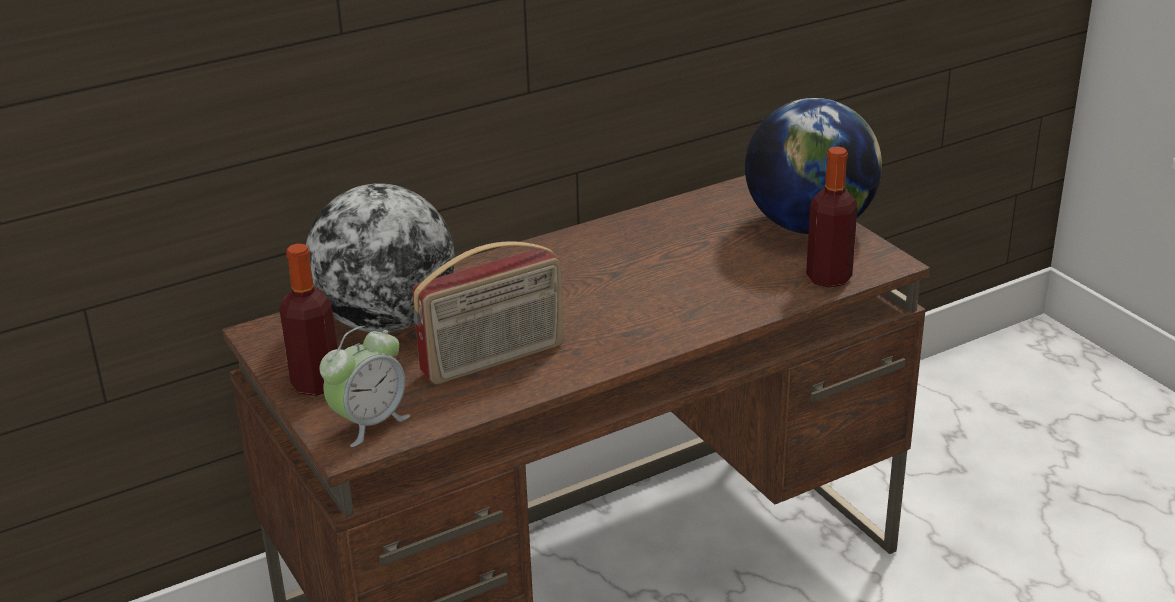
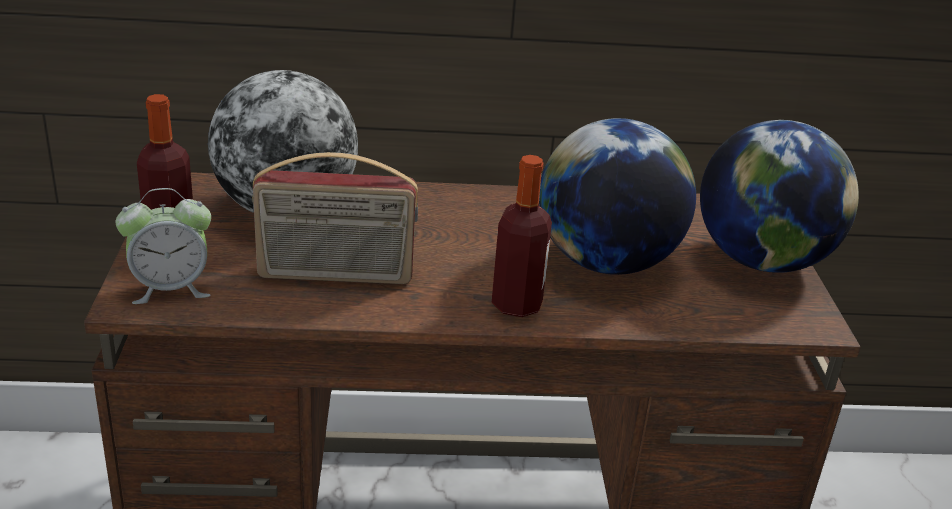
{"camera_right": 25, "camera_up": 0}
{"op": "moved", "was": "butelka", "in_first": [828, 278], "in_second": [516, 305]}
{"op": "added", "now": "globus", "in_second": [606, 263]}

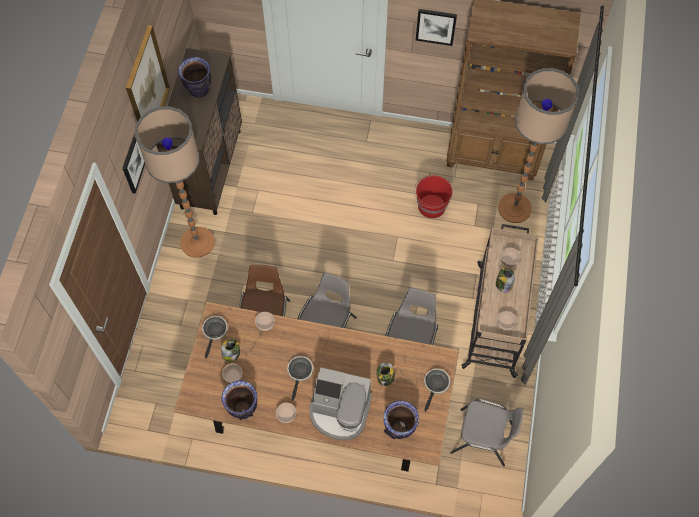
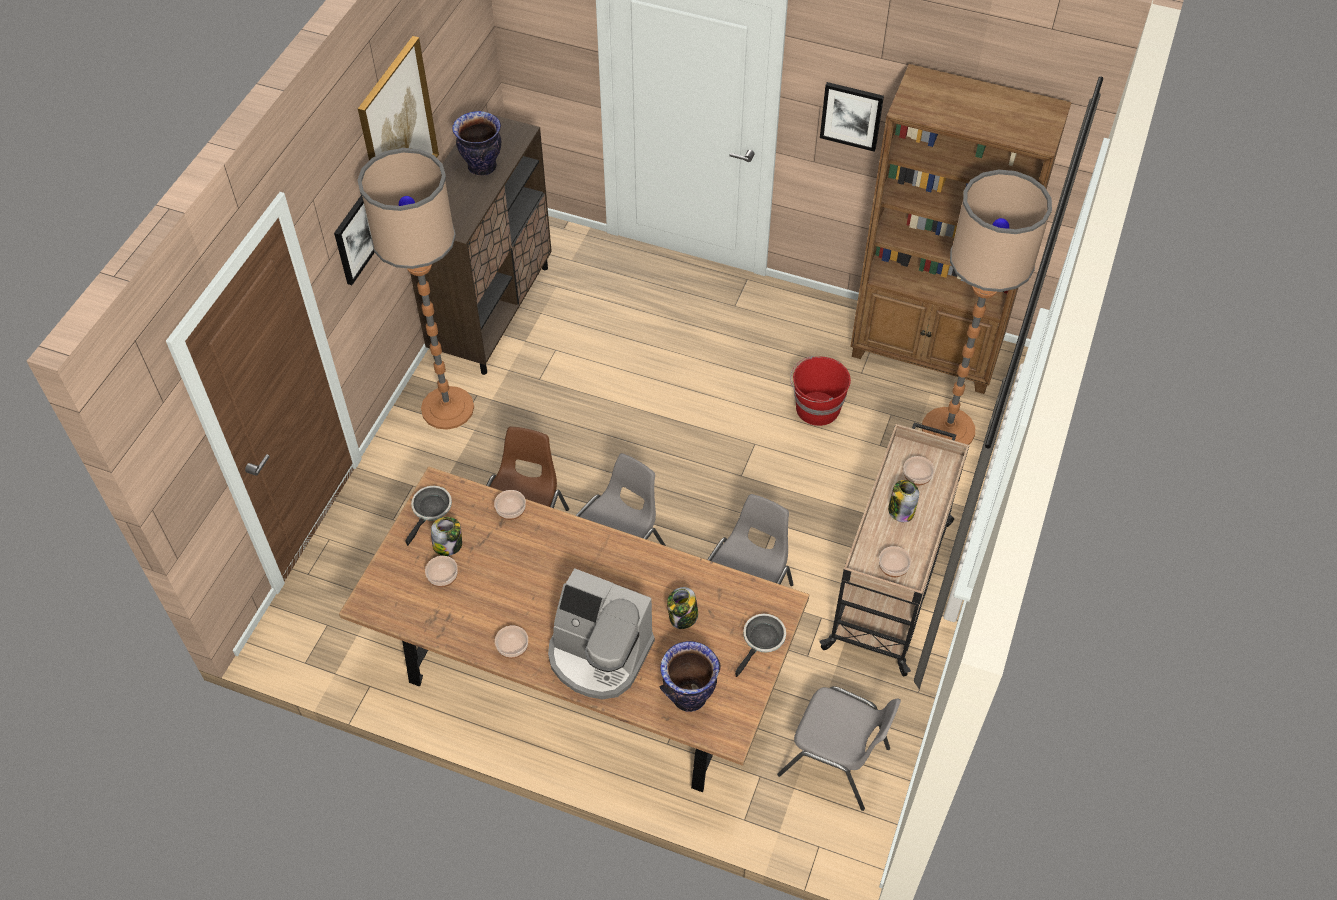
{"camera_right": 10, "camera_up": -10}
{"op": "removed", "was": "wazon", "in_first": [243, 409]}
{"op": "removed", "was": "patelnia", "in_first": [300, 372]}

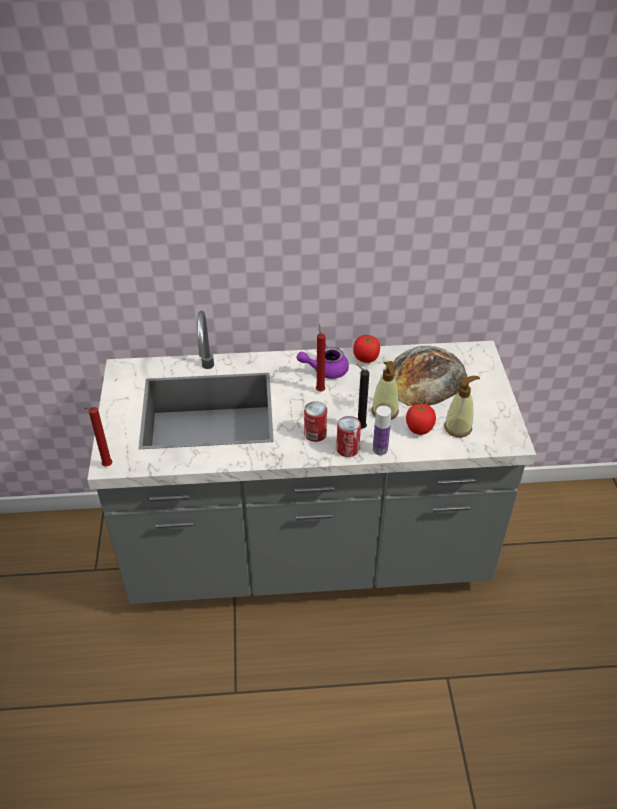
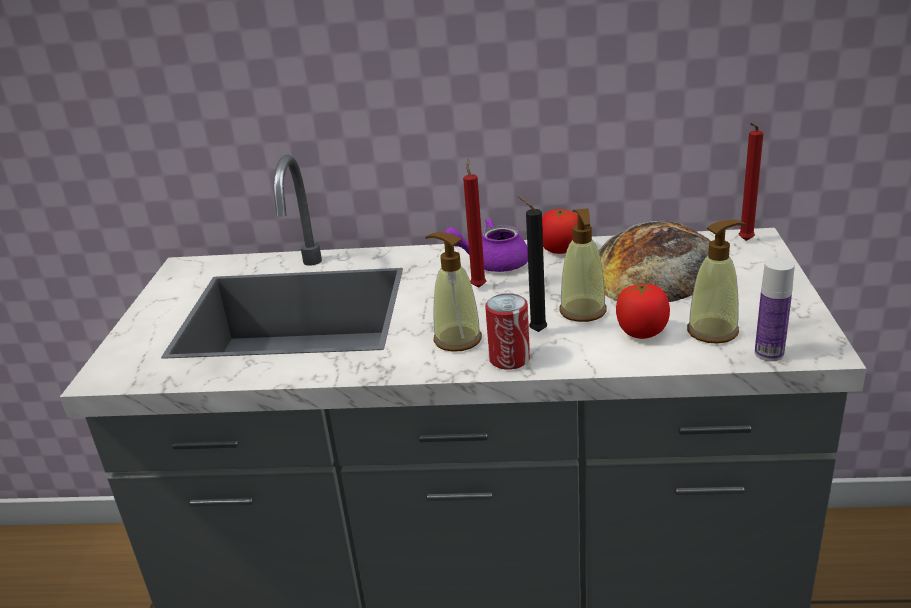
{"camera_right": 10, "camera_up": -15}
{"op": "moved", "was": "świeca (czerwony)", "in_first": [106, 466], "in_second": [744, 241]}
{"op": "replaced", "was": "puszka", "now": "dozownik mydła", "in_first": [315, 434], "in_second": [457, 339]}
{"op": "moved", "was": "butelka", "in_first": [380, 449], "in_second": [769, 353]}

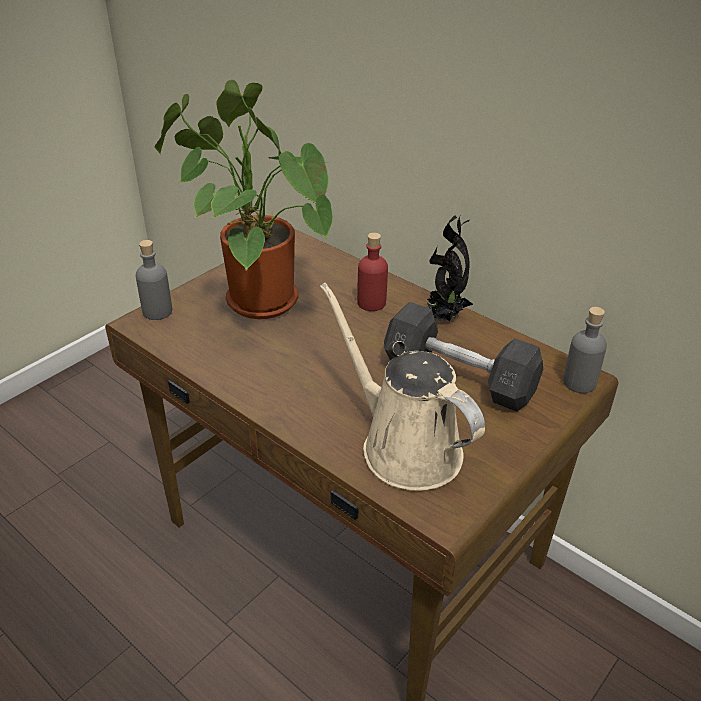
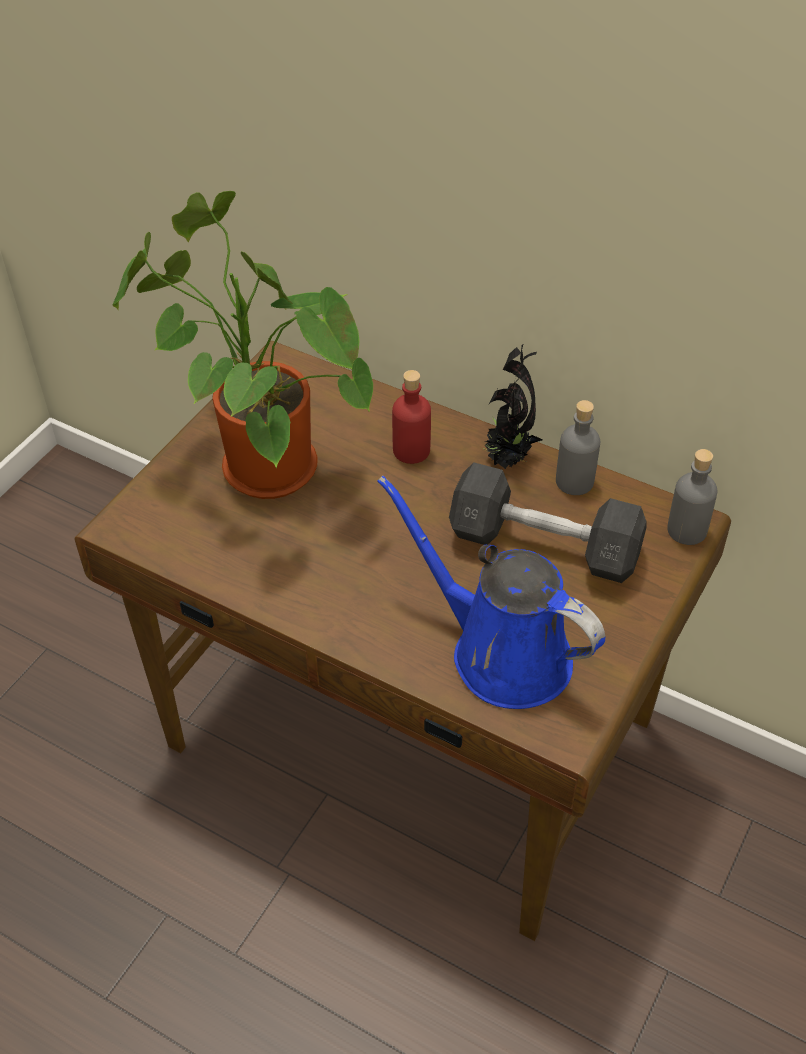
{"camera_right": -10, "camera_up": 10}
{"op": "moved", "was": "butelka (szary)", "in_first": [157, 311], "in_second": [574, 481]}
{"op": "recoloured", "was": "konewka (beżowy)", "now": "konewka (niebieski)", "in_first": [404, 446], "in_second": [501, 652]}

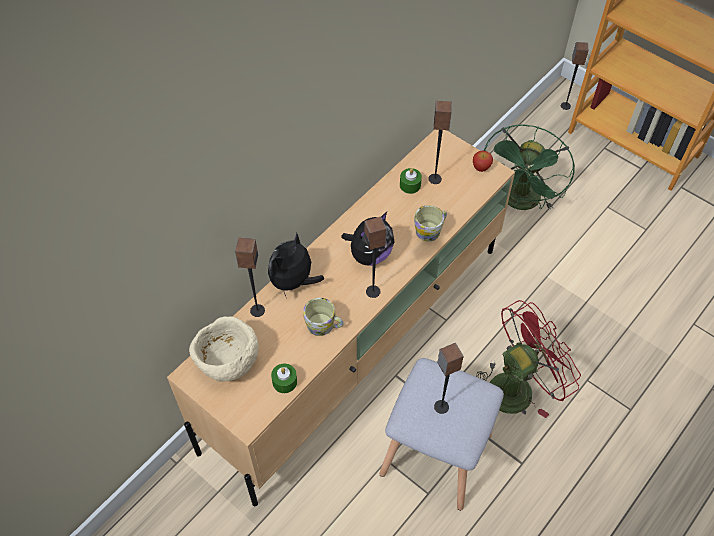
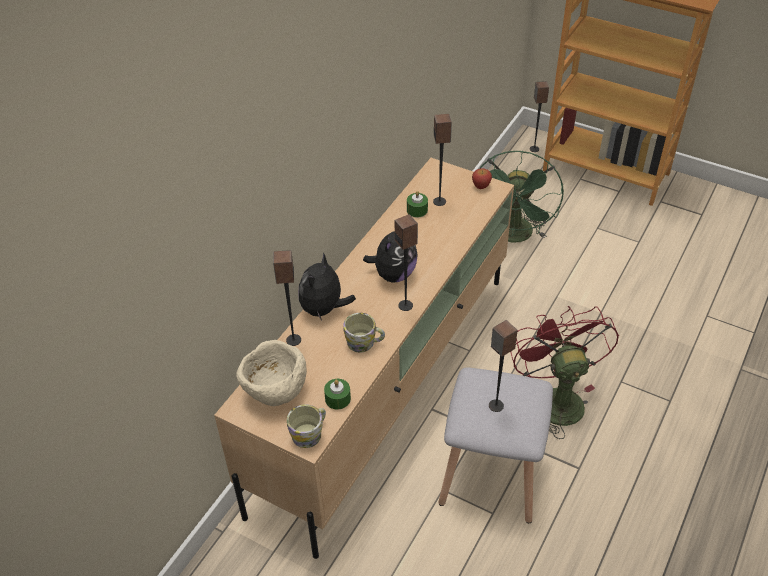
{"camera_right": -10, "camera_up": -10}
{"op": "moved", "was": "kubek", "in_first": [430, 230], "in_second": [310, 433]}
{"op": "turned", "was": "wentylator (czerwony)", "in_first": [517, 386], "in_second": [555, 398], "clockwise": -60}

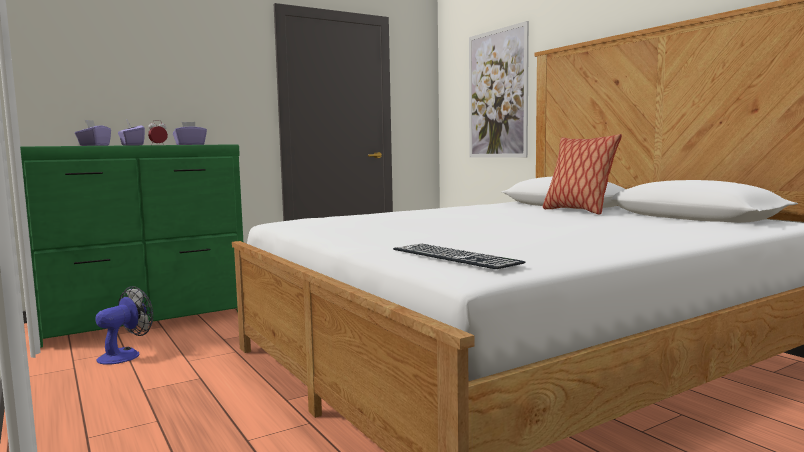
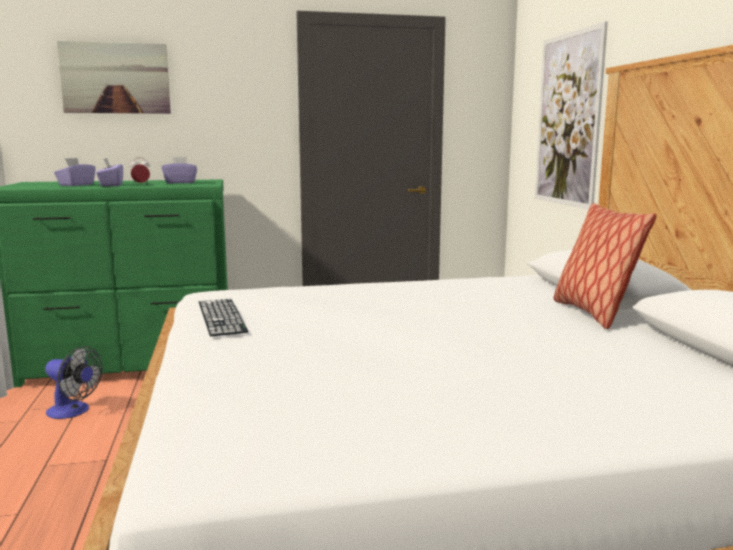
{"camera_right": 20, "camera_up": 5}
{"op": "turned", "was": "wentylator", "in_first": [125, 355], "in_second": [73, 411], "clockwise": 60}
{"op": "moved", "was": "klawiatura", "in_first": [454, 256], "in_second": [221, 316]}
{"op": "added", "now": "obraz", "in_second": [115, 78]}

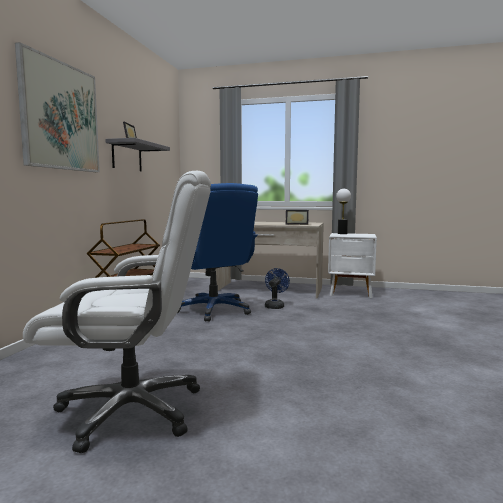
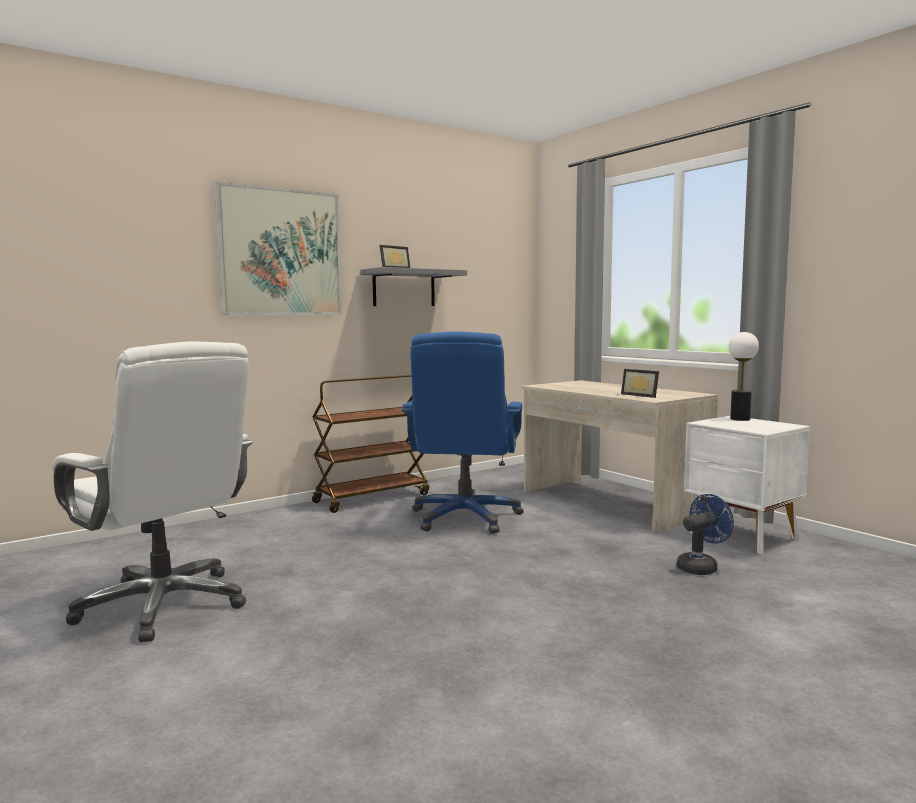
{"camera_right": 40, "camera_up": 0}
{"op": "moved", "was": "wentylator (niebieski)", "in_first": [275, 306], "in_second": [701, 567]}

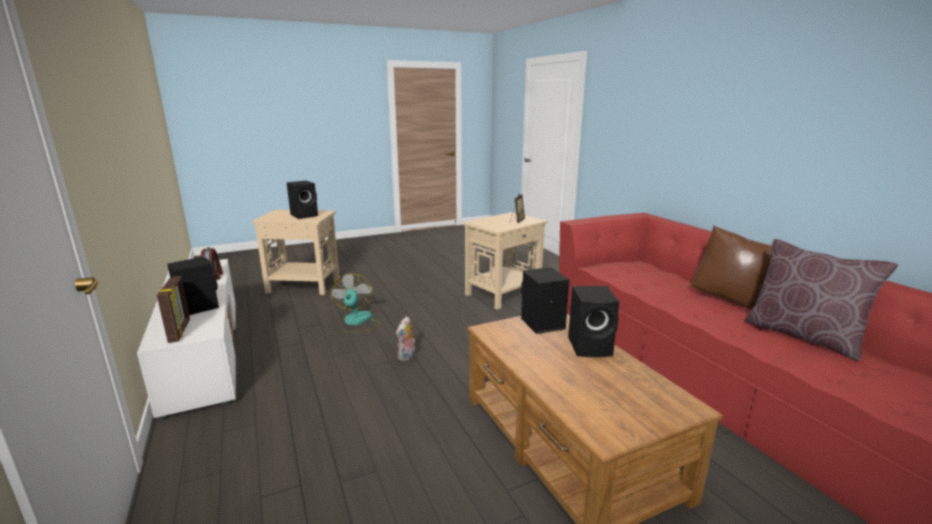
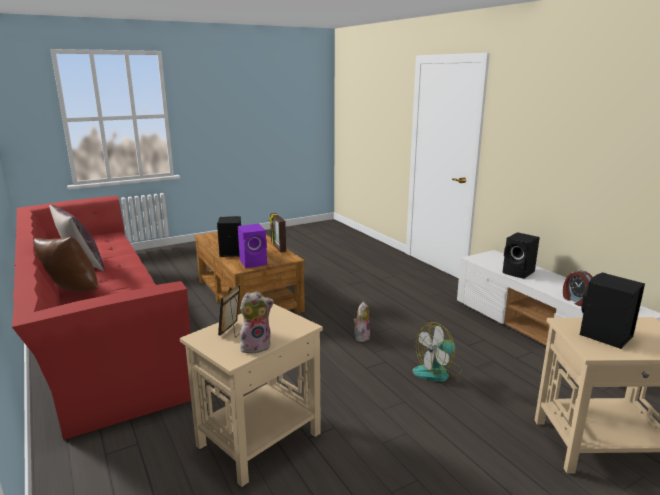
{"camera_right": 175, "camera_up": 0}
{"op": "moved", "was": "ramka na zdjęcie", "in_first": [180, 331], "in_second": [278, 248]}
{"op": "turned", "was": "wentylator", "in_first": [357, 322], "in_second": [438, 372], "clockwise": 75}
{"op": "recoloured", "was": "głośnik (czarny)", "now": "głośnik (fioletowy)", "in_first": [541, 324], "in_second": [254, 262]}
{"op": "added", "now": "pluszak", "in_second": [256, 346]}

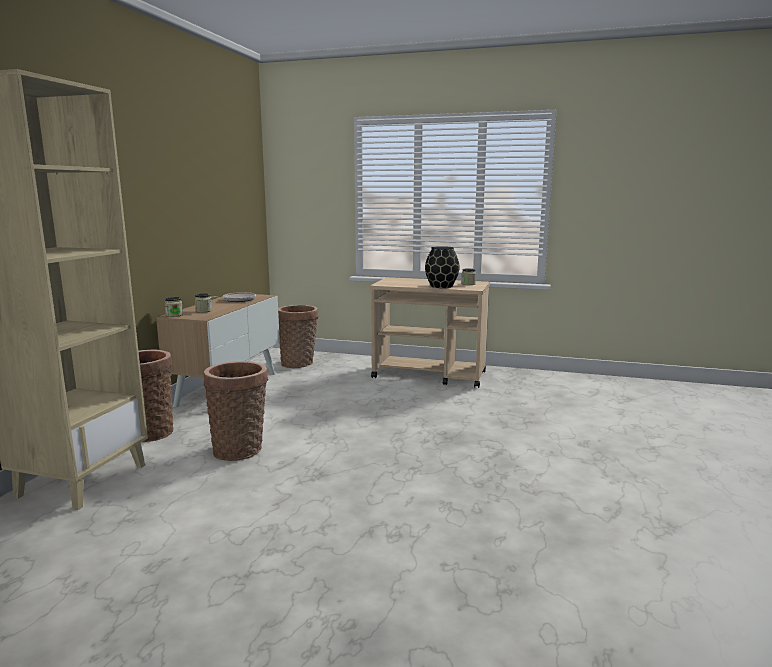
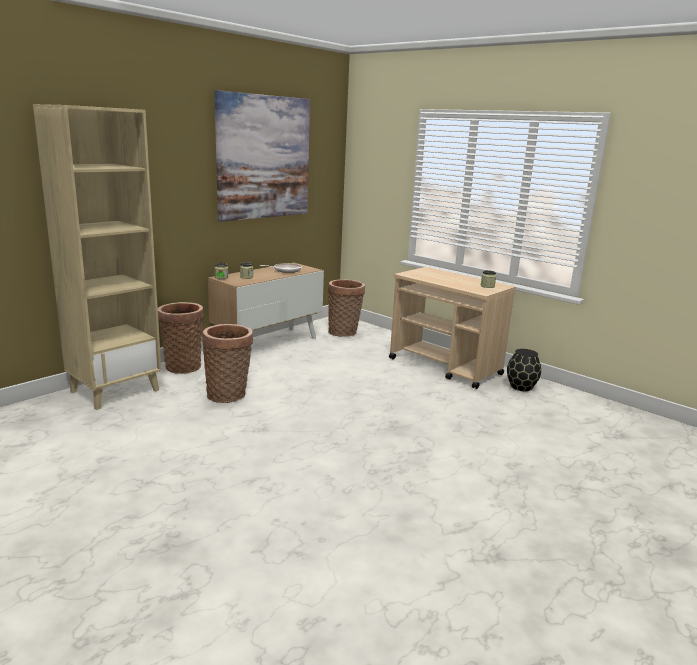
{"camera_right": 25, "camera_up": 5}
{"op": "moved", "was": "wazon (czarny)", "in_first": [441, 286], "in_second": [520, 387]}
{"op": "added", "now": "obraz", "in_second": [264, 157]}

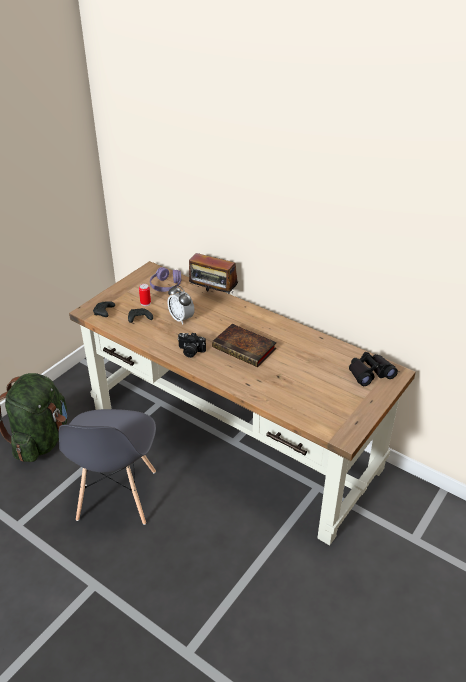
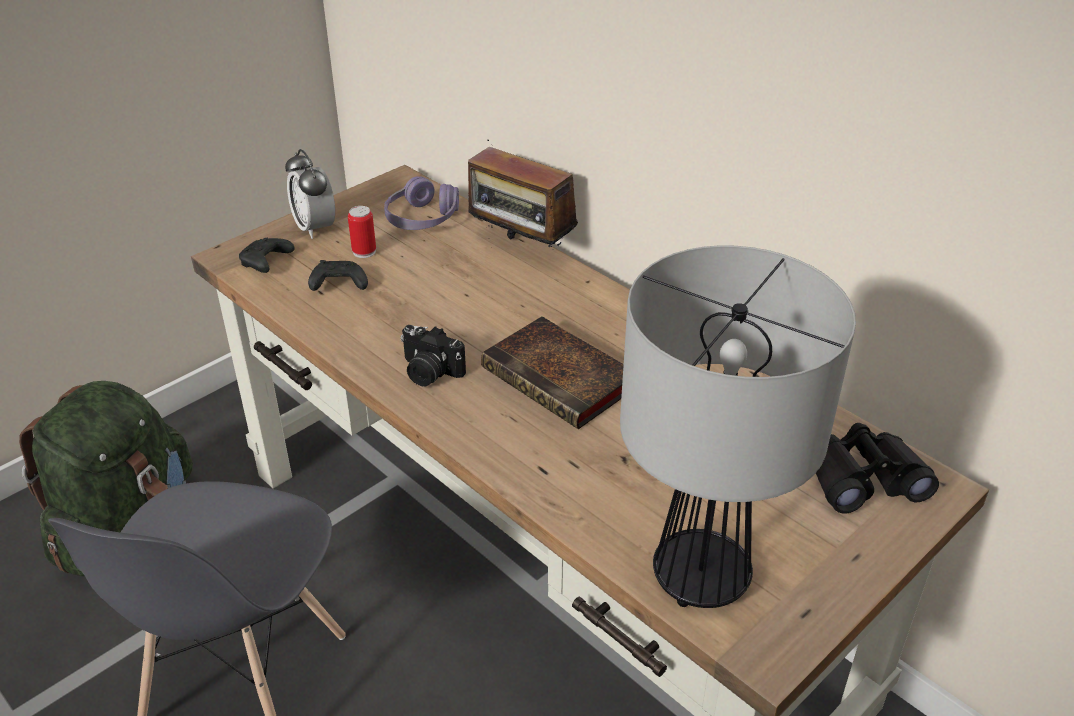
{"camera_right": 10, "camera_up": 0}
{"op": "moved", "was": "budzik", "in_first": [181, 319], "in_second": [315, 227]}
{"op": "added", "now": "lampa stołowa", "in_second": [702, 577]}

